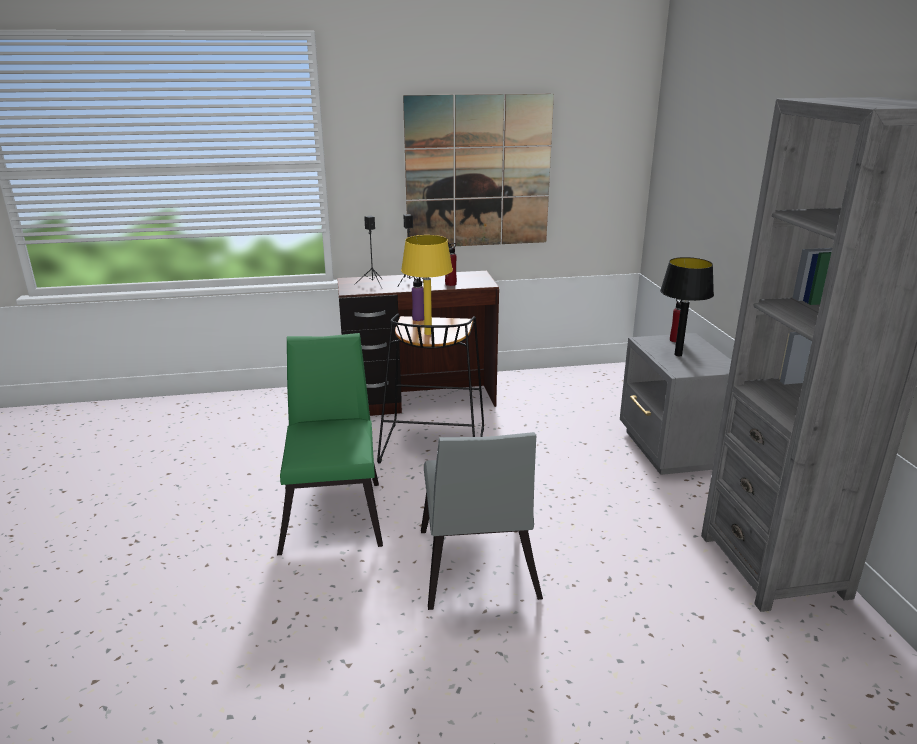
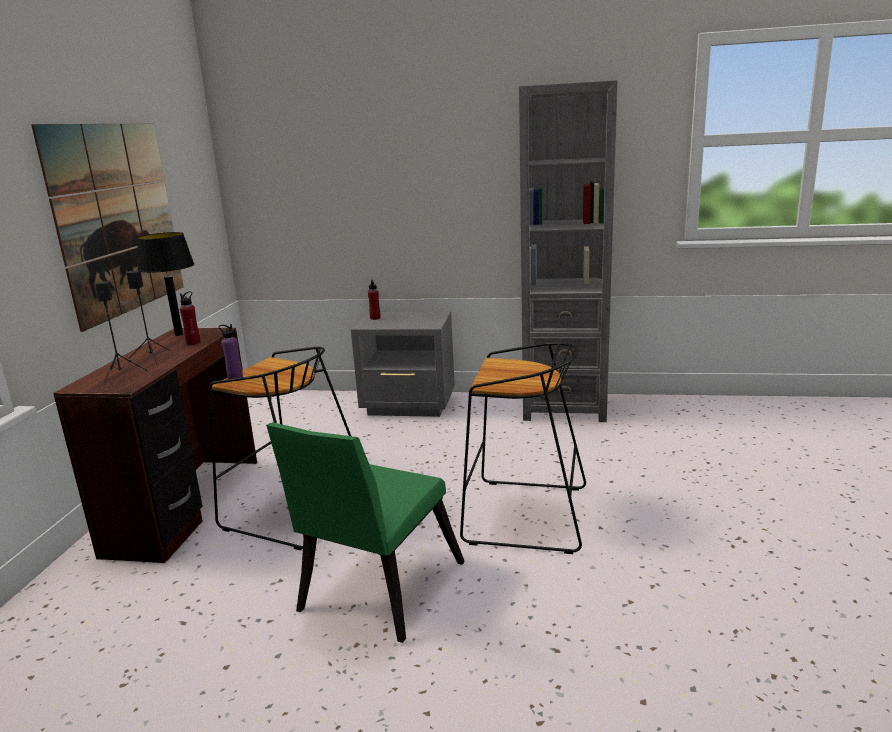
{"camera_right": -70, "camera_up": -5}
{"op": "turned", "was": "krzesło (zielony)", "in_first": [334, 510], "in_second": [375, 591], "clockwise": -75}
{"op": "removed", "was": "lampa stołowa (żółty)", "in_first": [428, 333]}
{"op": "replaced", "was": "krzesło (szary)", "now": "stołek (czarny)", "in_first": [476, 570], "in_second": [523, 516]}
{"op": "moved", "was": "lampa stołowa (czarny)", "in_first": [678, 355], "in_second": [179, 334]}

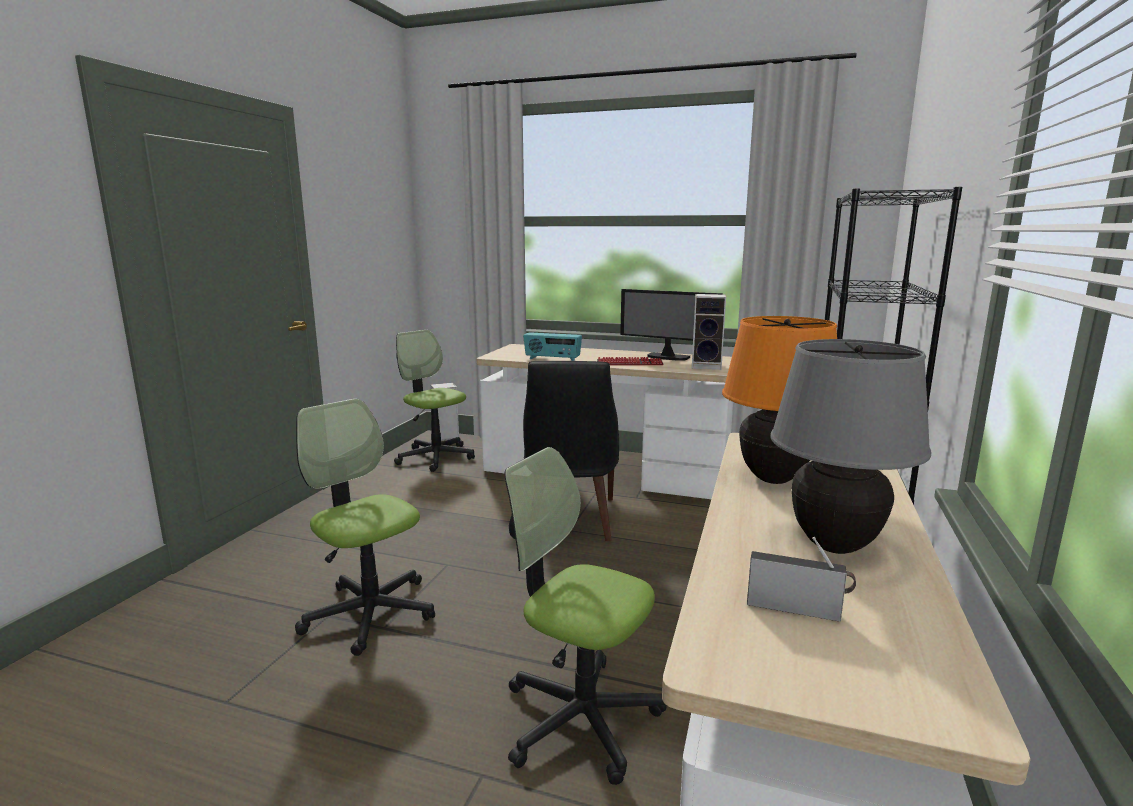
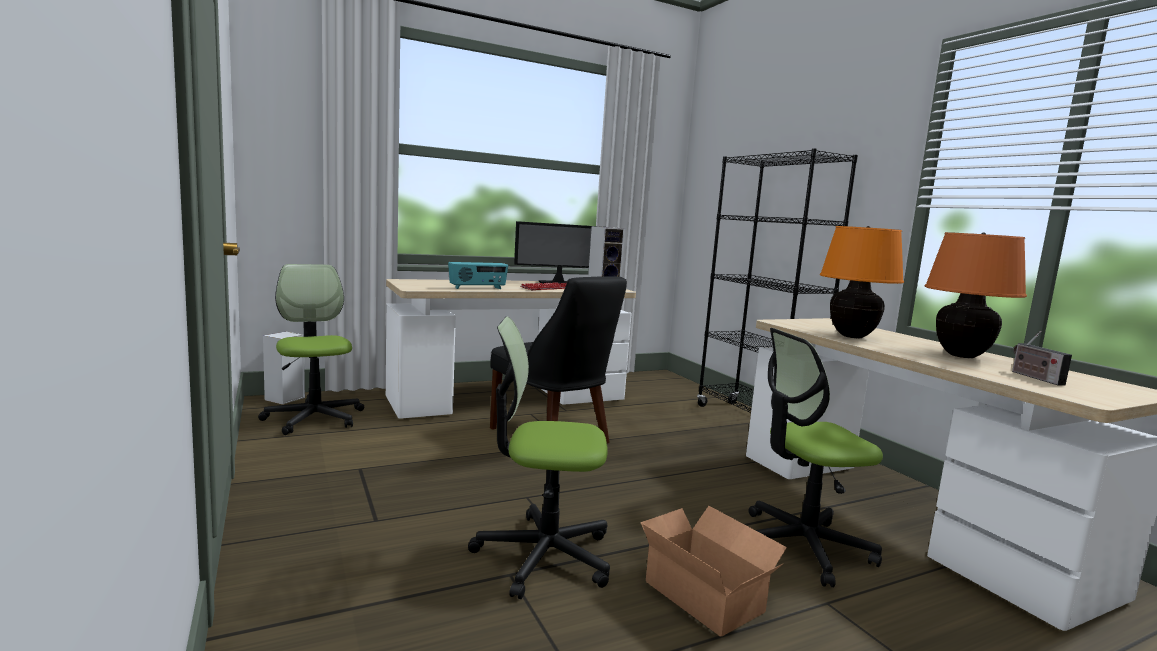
{"camera_right": -45, "camera_up": -5}
{"op": "turned", "was": "krzesło biurowe", "in_first": [435, 457], "in_second": [314, 418], "clockwise": 60}
{"op": "turned", "was": "radio", "in_first": [797, 609], "in_second": [1034, 377], "clockwise": -75}
{"op": "recoloured", "was": "lampa stołowa (szary)", "now": "lampa stołowa (pomarańczowy)", "in_first": [834, 545], "in_second": [961, 355]}
{"op": "added", "now": "karton", "in_second": [704, 593]}

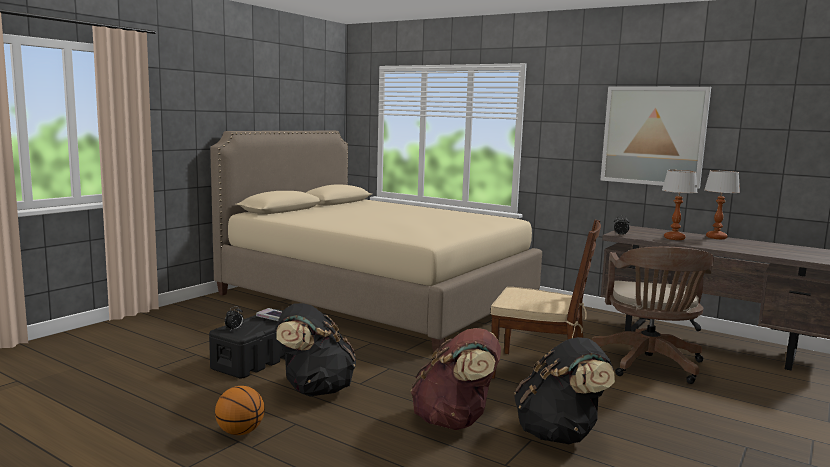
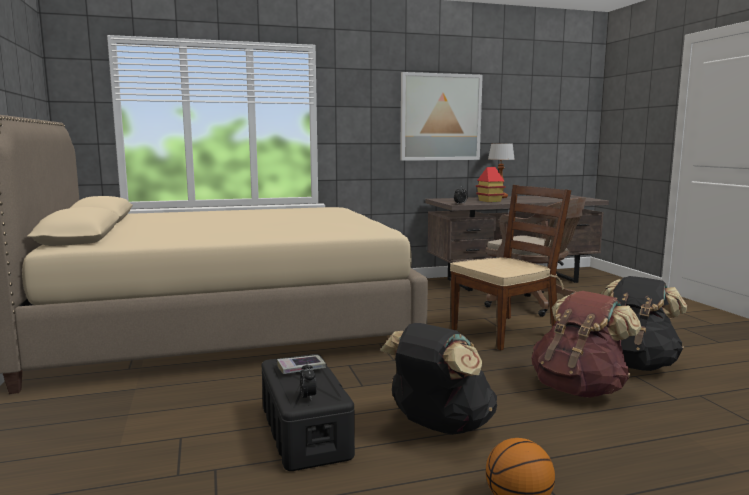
{"camera_right": -50, "camera_up": 0}
{"op": "replaced", "was": "lampa stołowa", "now": "domek", "in_first": [674, 238], "in_second": [489, 201]}

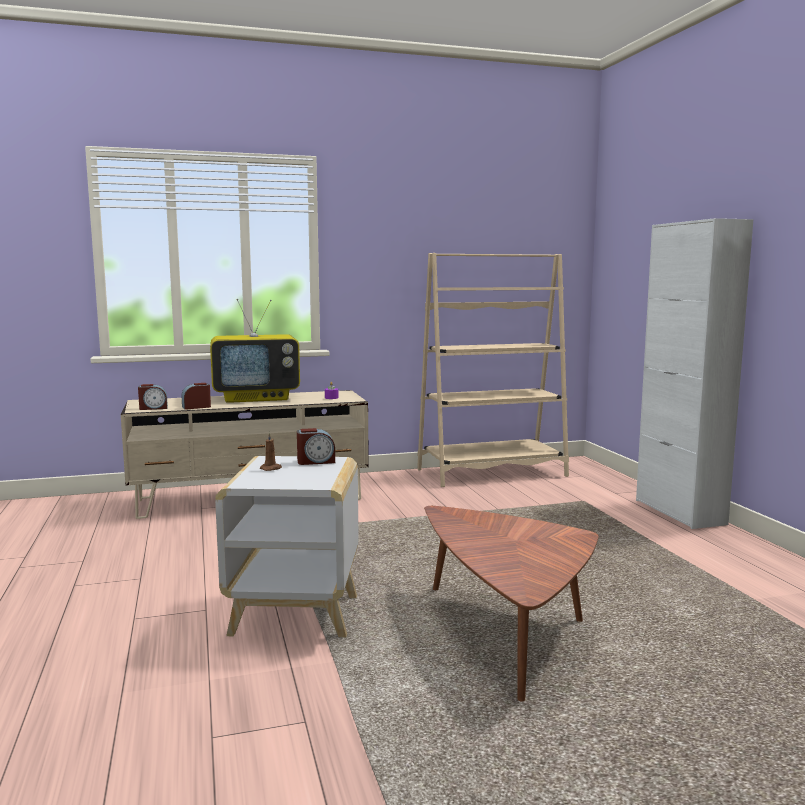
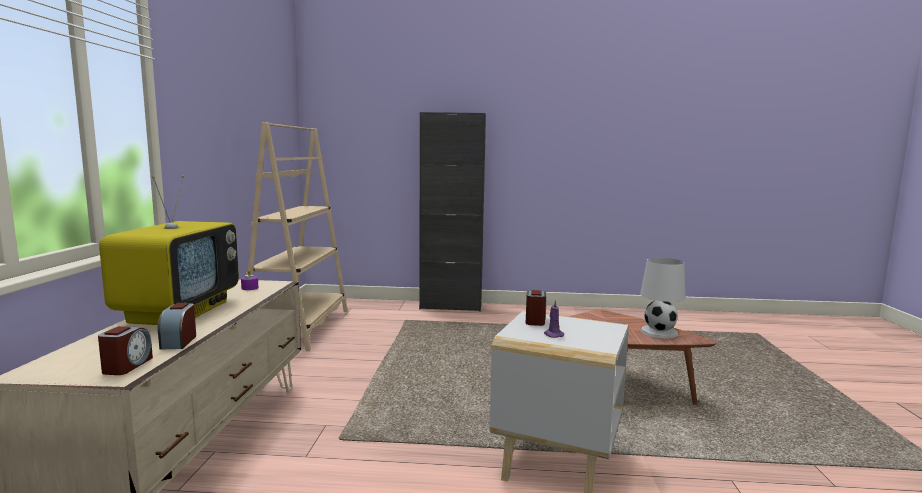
{"camera_right": -70, "camera_up": 0}
{"op": "recoloured", "was": "świeca (brązowy)", "now": "świeca (fioletowy)", "in_first": [271, 468], "in_second": [553, 335]}
{"op": "recoloured", "was": "szafka (biały)", "now": "szafka (czarny)", "in_first": [679, 512], "in_second": [451, 306]}
{"op": "added", "now": "lampa stołowa (biały)", "in_second": [659, 332]}

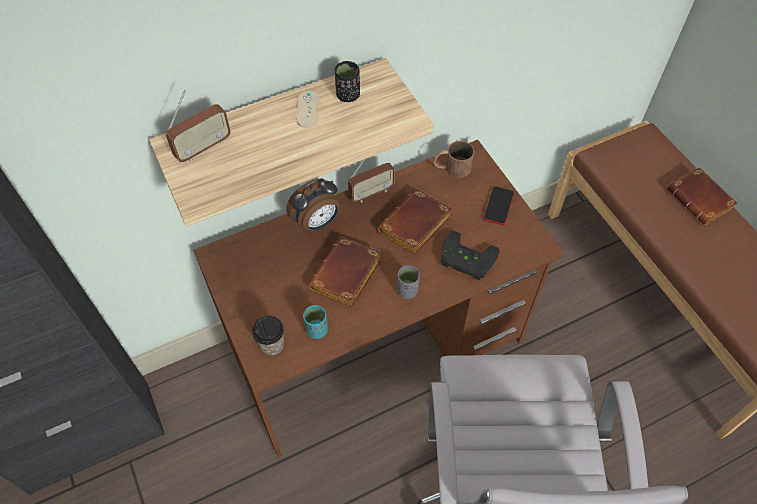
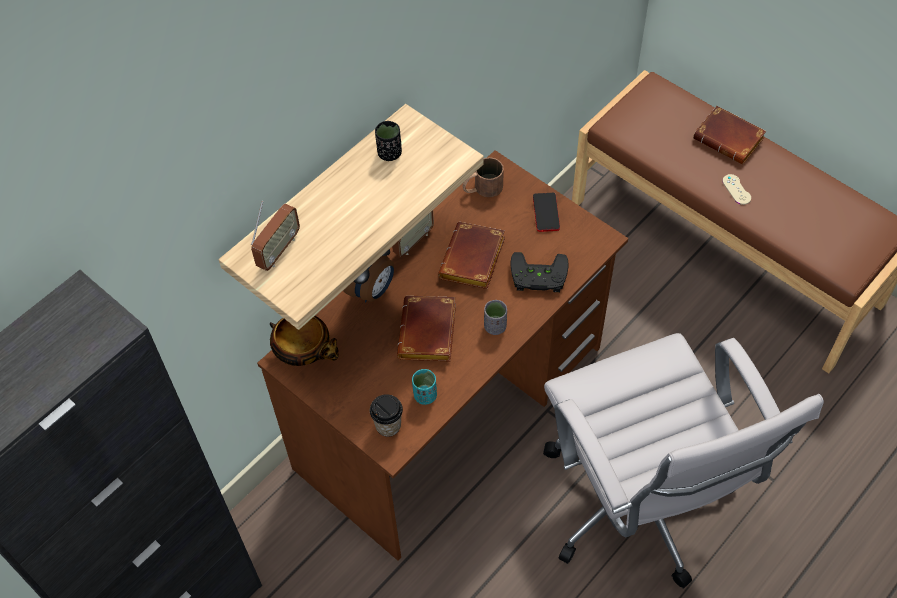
{"camera_right": -20, "camera_up": 0}
{"op": "moved", "was": "pad do gier (beżowy)", "in_first": [308, 109], "in_second": [736, 189]}
{"op": "added", "now": "miska", "in_second": [306, 356]}

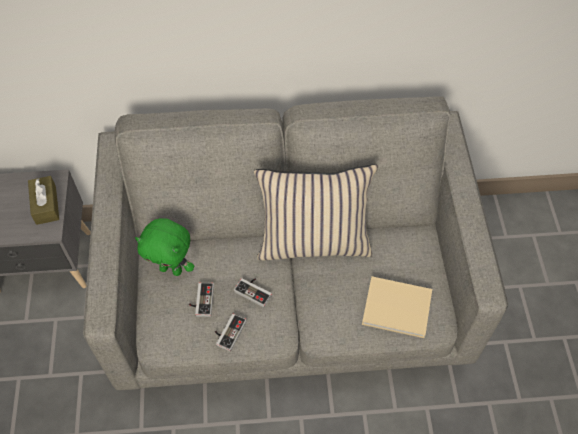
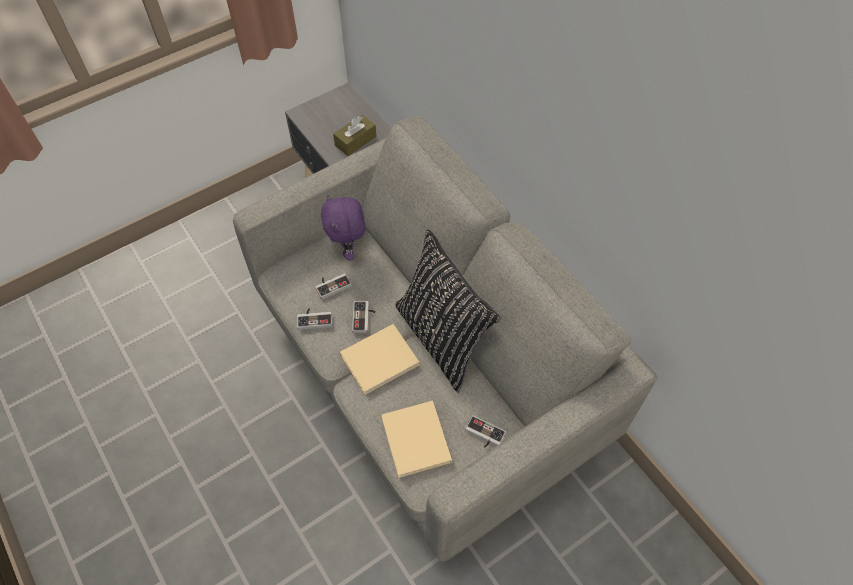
{"camera_right": 60, "camera_up": 0}
{"op": "recoloured", "was": "pluszak (zielony)", "now": "pluszak (fioletowy)", "in_first": [172, 269], "in_second": [348, 250]}
{"op": "recoloured", "was": "poduszka (beżowy)", "now": "poduszka (czarny)", "in_first": [313, 242], "in_second": [442, 338]}
{"op": "added", "now": "książka (beżowy)", "in_second": [381, 359]}
{"op": "added", "now": "pad do gier", "in_second": [483, 435]}

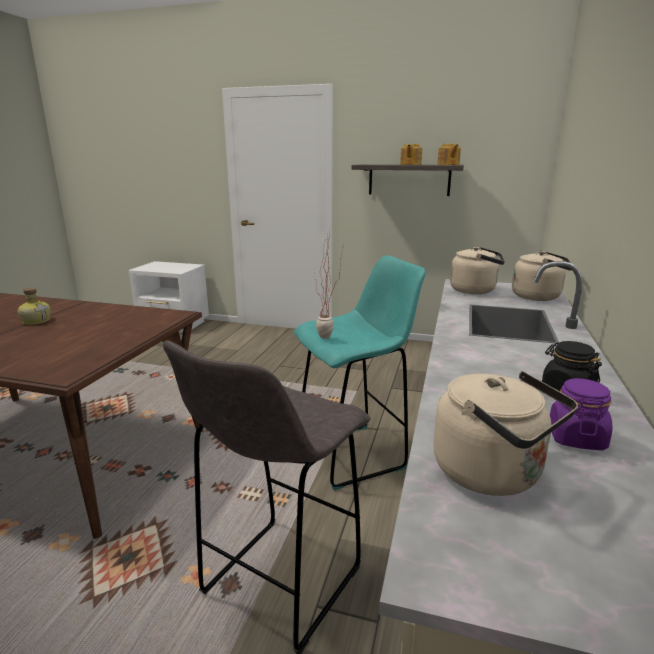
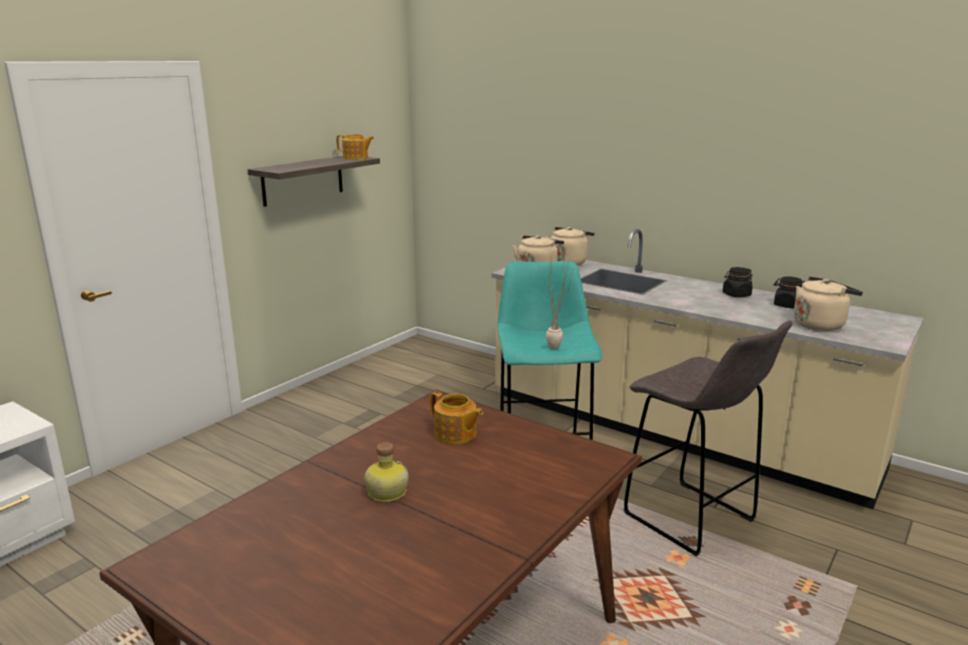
{"camera_right": -70, "camera_up": 0}
{"op": "moved", "was": "imbryk", "in_first": [410, 164], "in_second": [455, 434]}
{"op": "recoloured", "was": "słoik (fioletowy)", "now": "słoik (czarny)", "in_first": [576, 437], "in_second": [787, 305]}

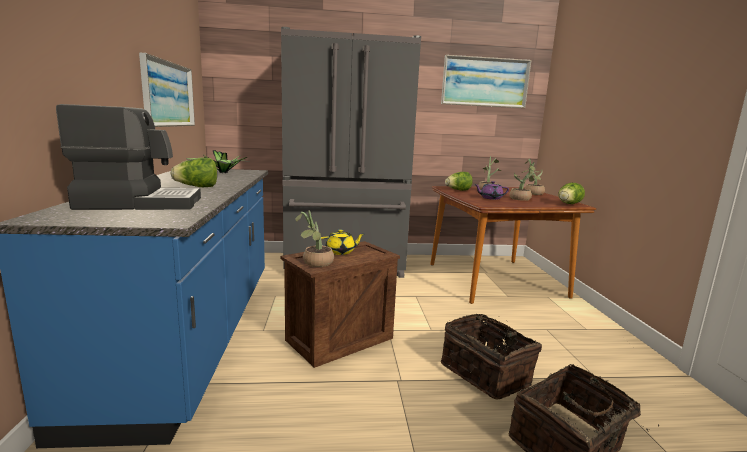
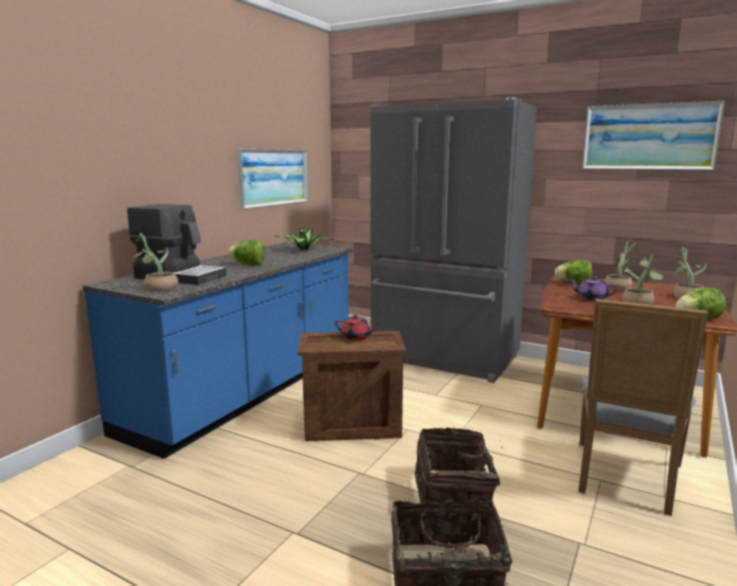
{"camera_right": 35, "camera_up": 0}
{"op": "moved", "was": "roślina doniczkowa", "in_first": [315, 263], "in_second": [157, 288]}
{"op": "recoloured", "was": "imbryk (żółty)", "now": "imbryk (czerwony)", "in_first": [340, 252], "in_second": [356, 337]}
{"op": "added", "now": "krzesło (szary)", "in_second": [625, 480]}

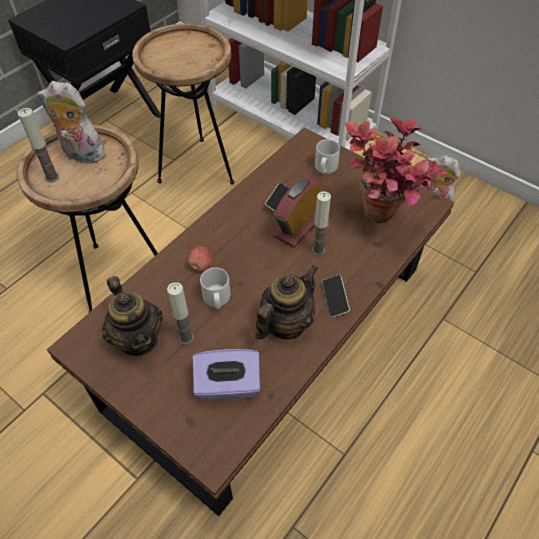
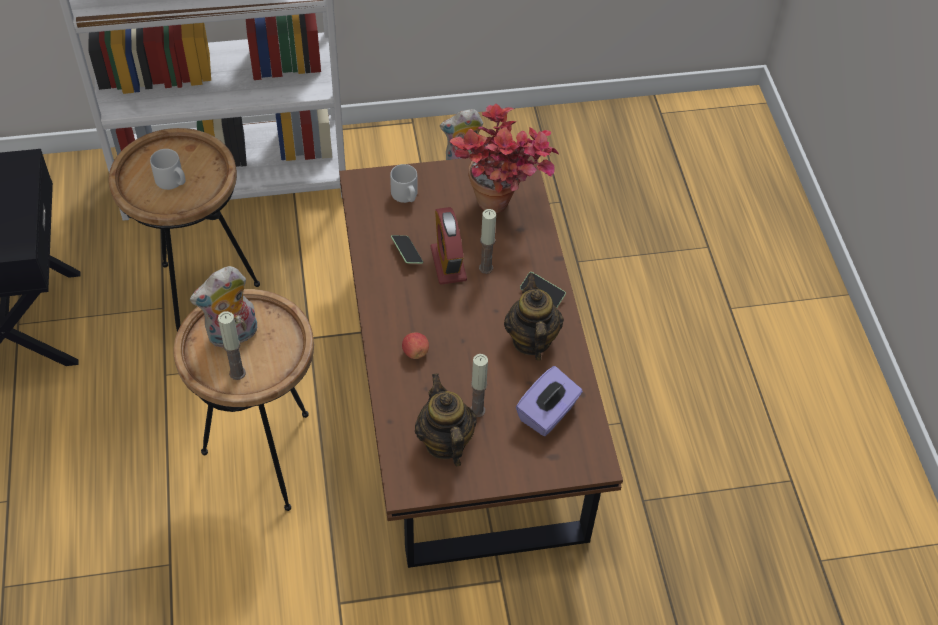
{"camera_right": -50, "camera_up": 0}
{"op": "turned", "was": "imbryk", "in_first": [138, 339], "in_second": [445, 442], "clockwise": -120}
{"op": "moved", "was": "kubek (szary)", "in_first": [217, 299], "in_second": [172, 181]}

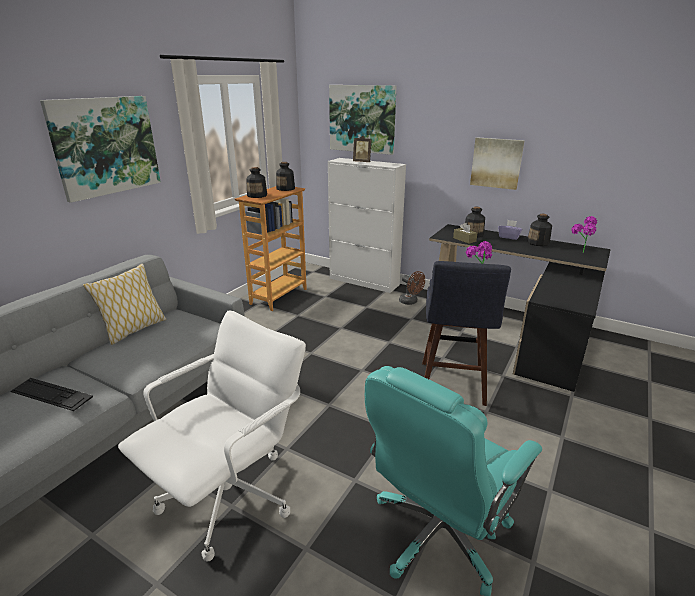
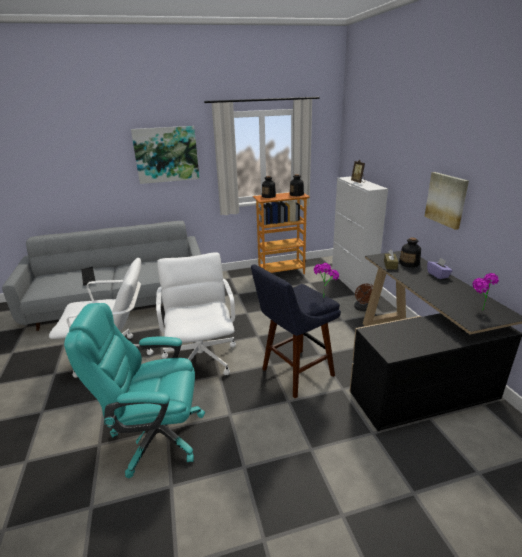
{"camera_right": 45, "camera_up": 0}
{"op": "removed", "was": "poduszka", "in_first": [134, 330]}
{"op": "removed", "was": "obraz", "in_first": [362, 119]}
{"op": "removed", "was": "butelka", "in_first": [538, 243]}
{"op": "added", "now": "krzesło biurowe (biały)", "in_second": [201, 358]}

